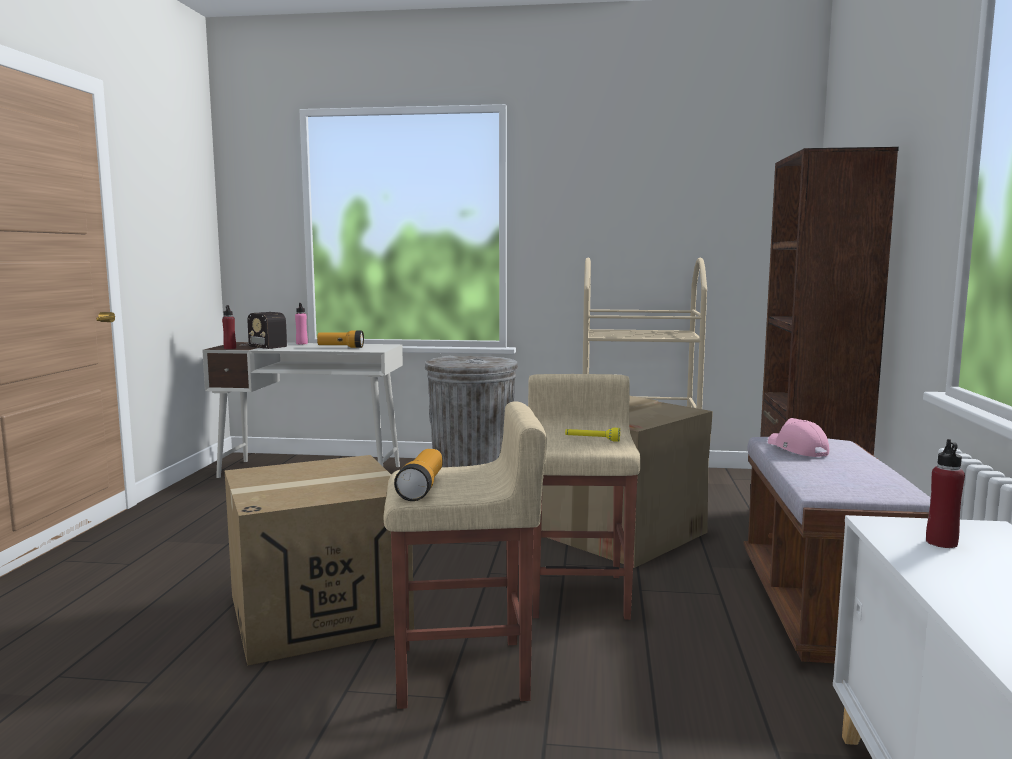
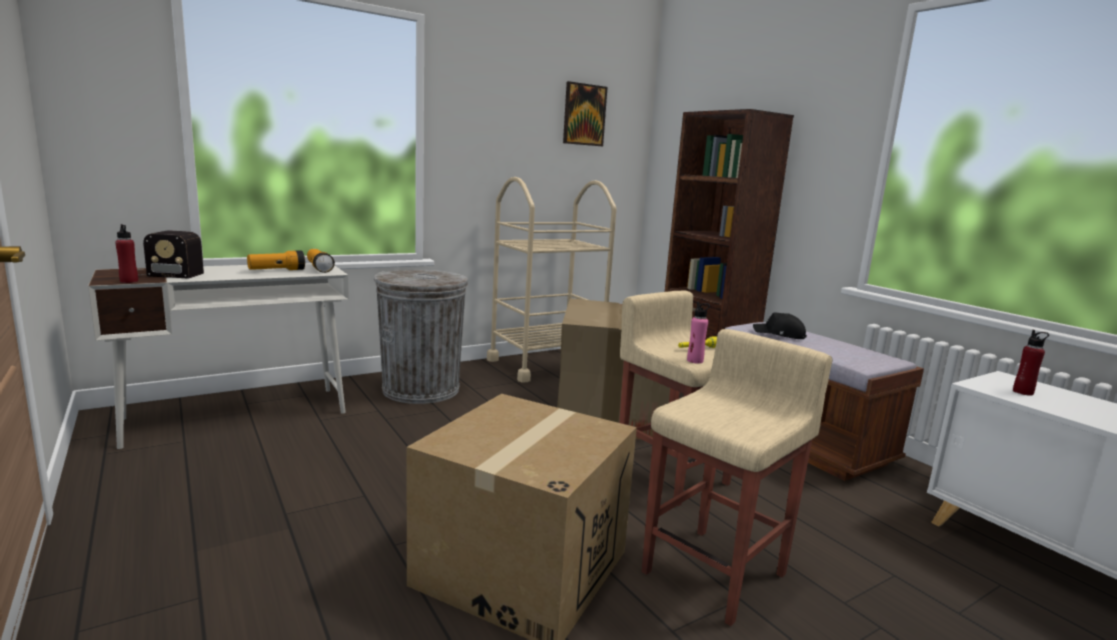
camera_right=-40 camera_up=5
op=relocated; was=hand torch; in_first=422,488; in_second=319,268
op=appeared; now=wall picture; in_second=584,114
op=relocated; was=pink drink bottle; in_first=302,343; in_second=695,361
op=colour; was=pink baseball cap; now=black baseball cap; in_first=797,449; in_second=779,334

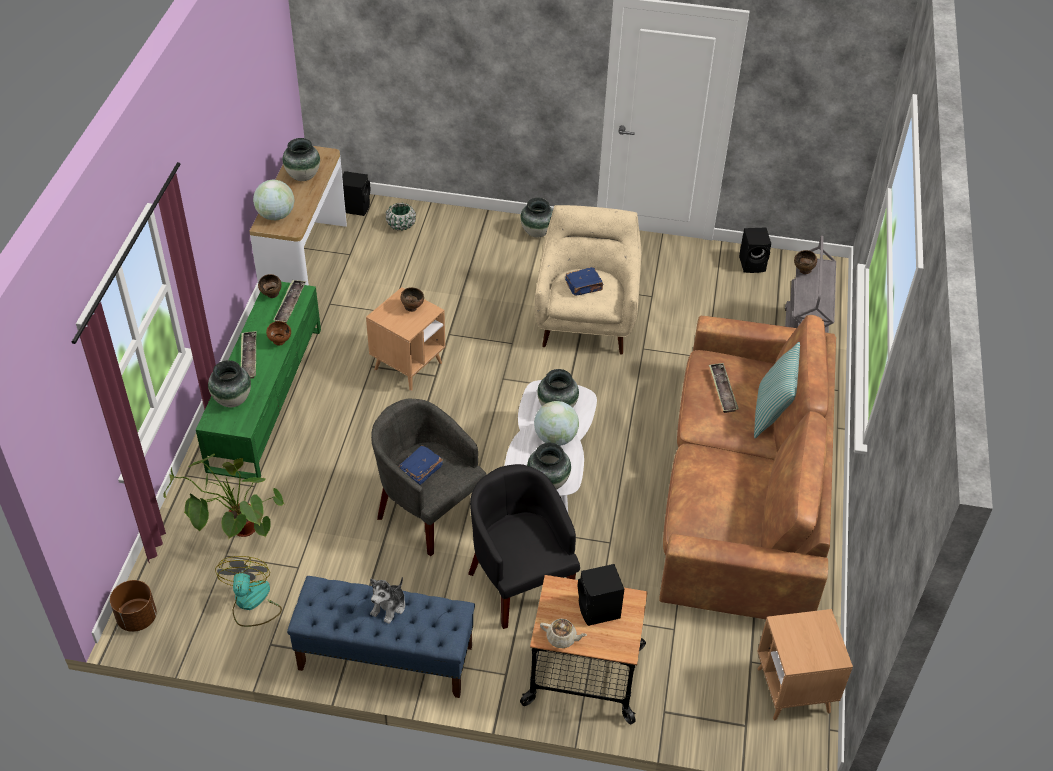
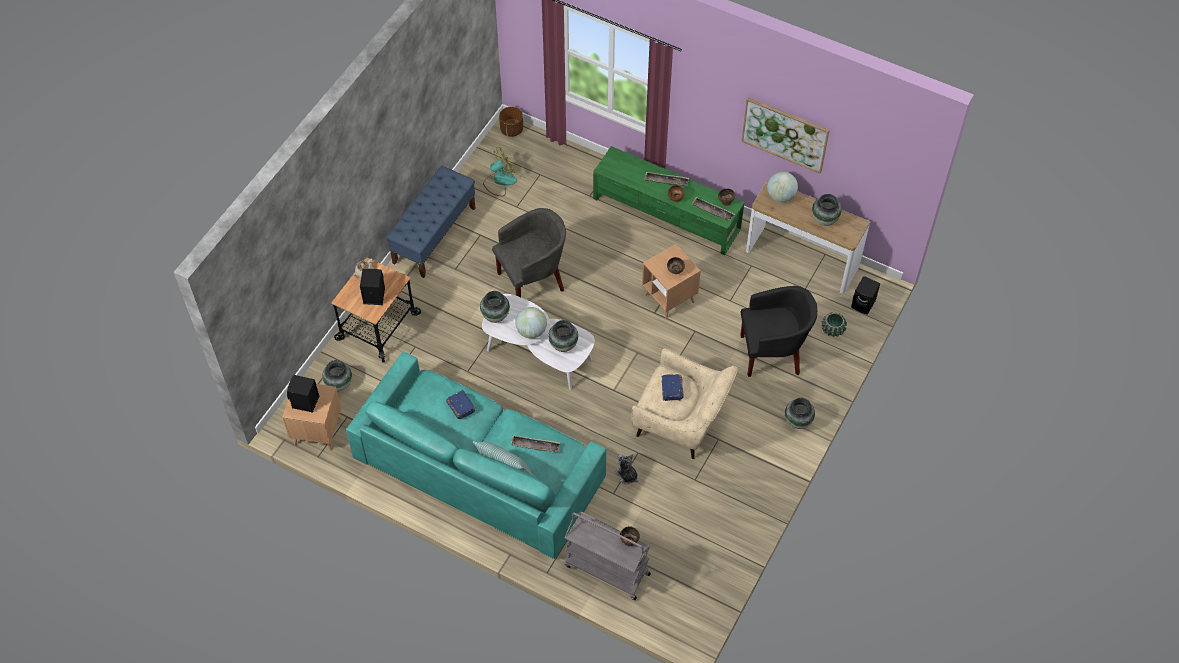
camera_right=110 camera_up=10
op=relocated; was=black speaker; in_first=753,264; in_second=305,403
op=relocated; was=flower vase; in_first=232,400; in_second=339,384
op=colour; was=brown-coloured settee; now=blue-green settee; in_first=743,488; in_second=480,467
op=relocated; was=blue book; in_first=420,471; in_second=461,407
op=spun; was=electric fan; in_first=251,603; in_second=499,181; clockwise=-45
op=relocated; was=cuddly toy; in_first=389,607; in_second=626,475
op=relocated; was=black armchair; in_first=519,582; in_second=772,353
op=appeared; now=wall picture; in_second=785,134
op=missing; was=houseplant; in_first=232,533

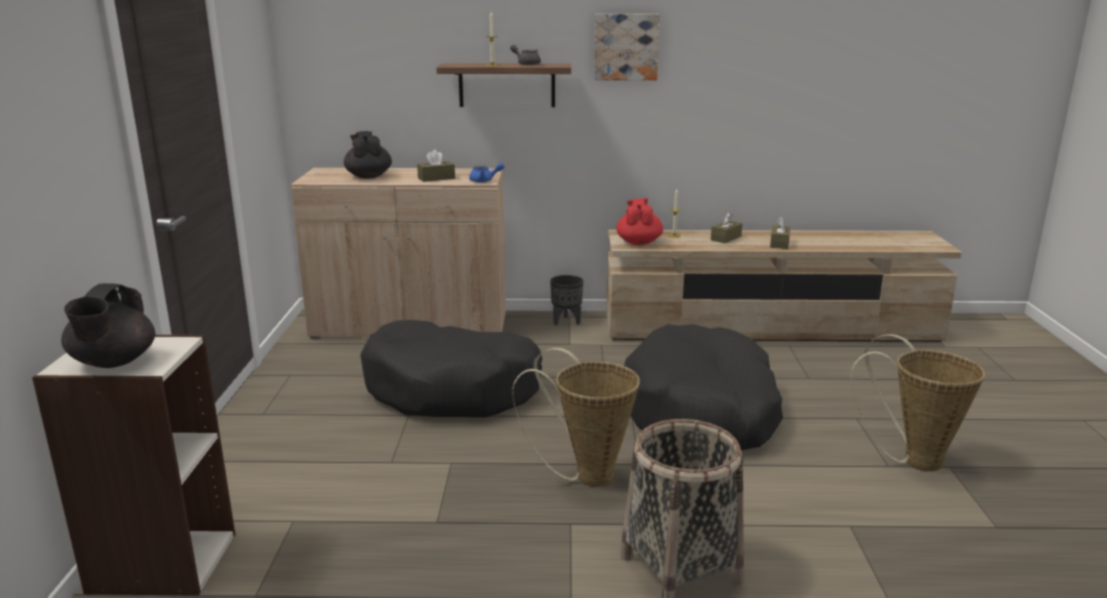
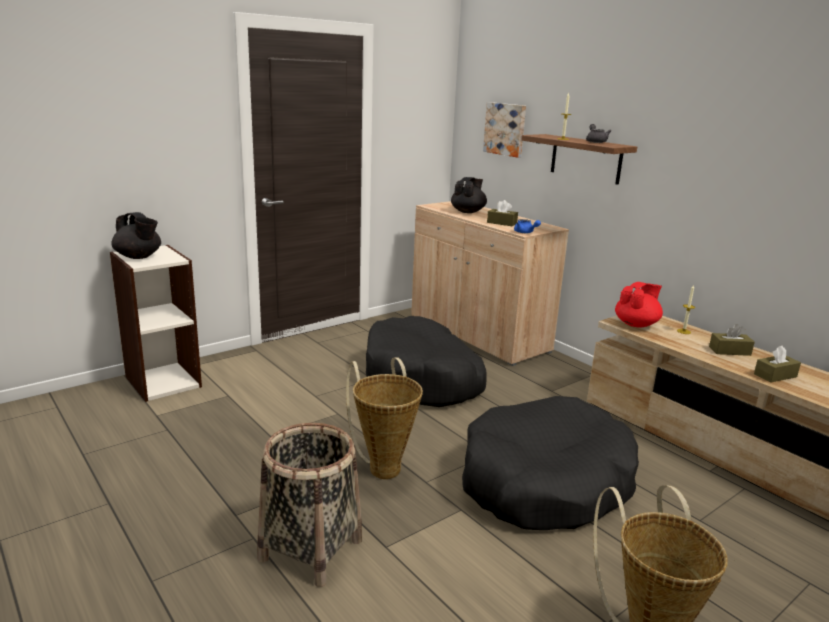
camera_right=50 camera_up=0
op=spun; was=black tea pot; in_first=113,362; in_second=138,257; clockwise=-105
op=relocated; was=wall picture; in_first=626,47; in_second=505,129
op=missing; was=black planter; in_first=566,321

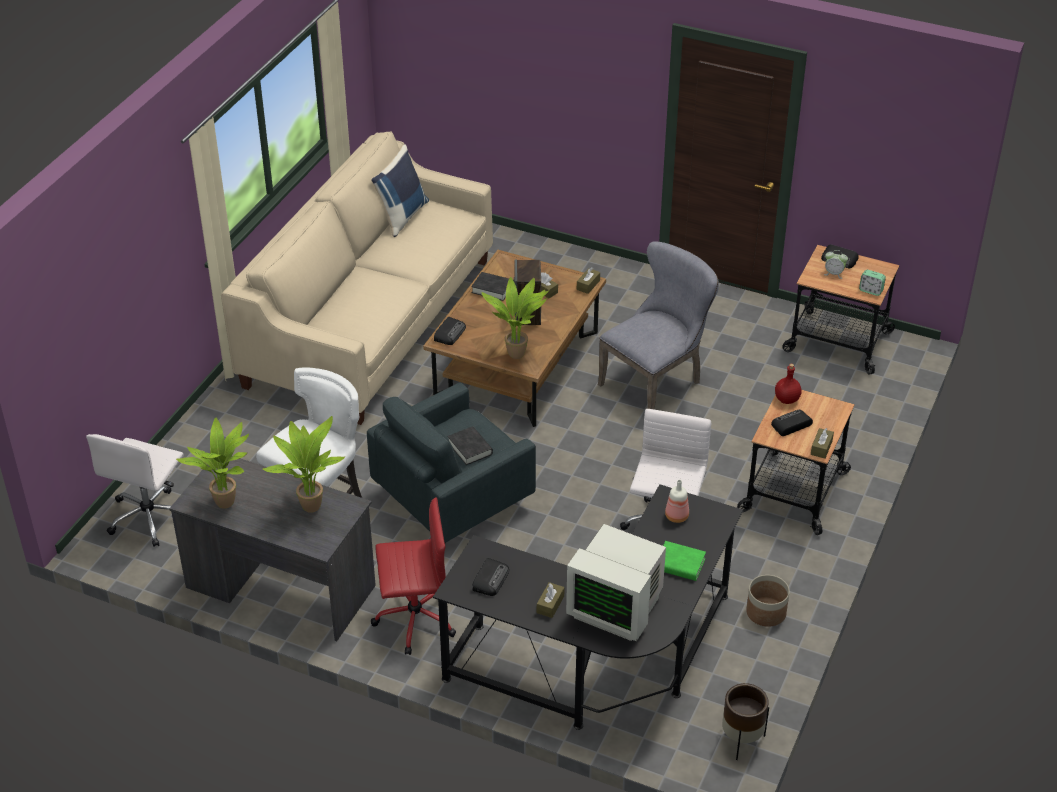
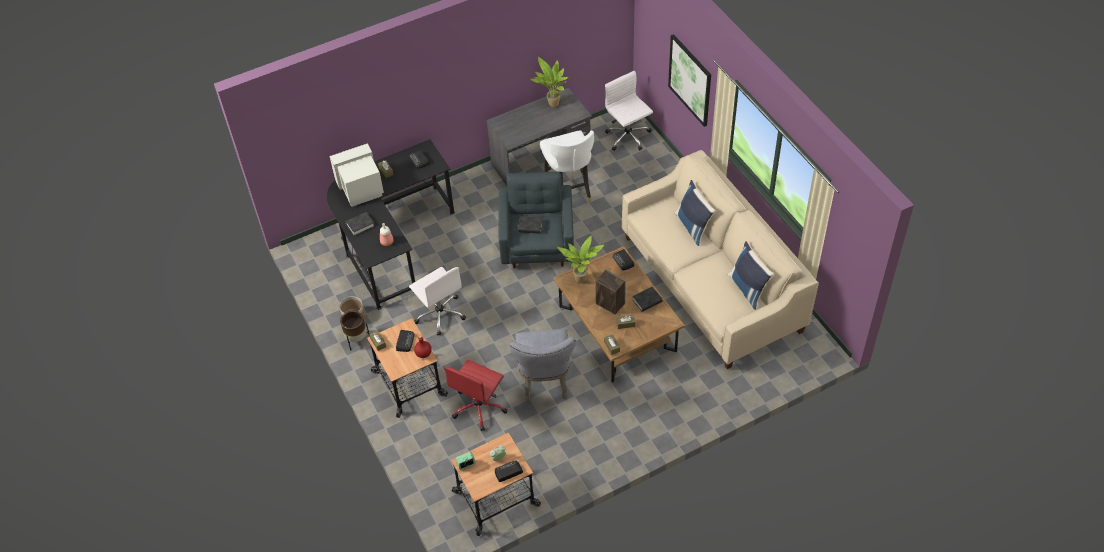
camera_right=130 camera_up=10
op=relocated; was=brown-coloured planter; in_first=742,740; in_second=357,340
op=colour; was=green-coloured book; now=black book; in_first=680,564; in_second=360,225
op=relocated; was=reddish desk chair; in_first=413,619; in_second=479,407
op=appeared; now=wall picture; in_second=690,80
op=appeared; now=blue pillow; in_second=693,227
op=missing; was=houseplant; in_first=310,505

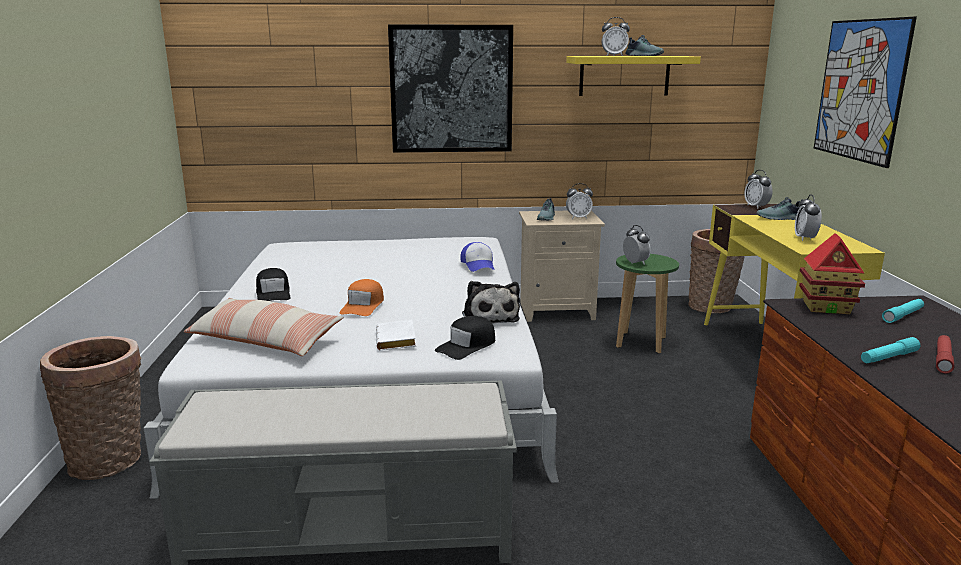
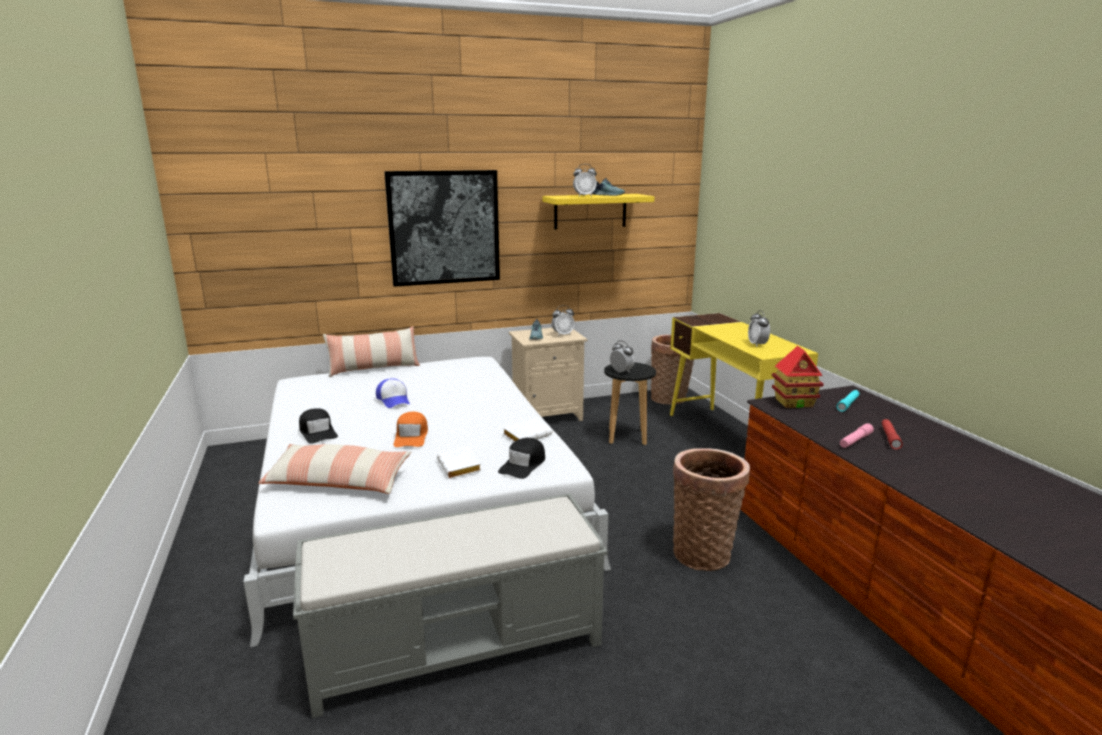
camera_right=-15 camera_up=0
op=appeared; now=pillow; in_second=374,368
op=relocated; was=baseball cap; in_first=478,265; in_second=394,400
op=exchanged; was=cuddly toy; now=white-coloured book; in_first=489,317; in_second=527,435
op=colour; was=green-coloured stool; now=black stool; in_first=640,342; in_second=627,437
op=relocated; was=basket; in_first=110,459; in_second=703,552
op=colour; was=blue-green hand torch; now=pink hand torch; in_first=888,357; in_second=855,440
op=missing; was=alarm clock; in_first=756,207
op=missing; was=low shoe; in_first=780,218
op=missing; was=wall picture; in_first=860,90

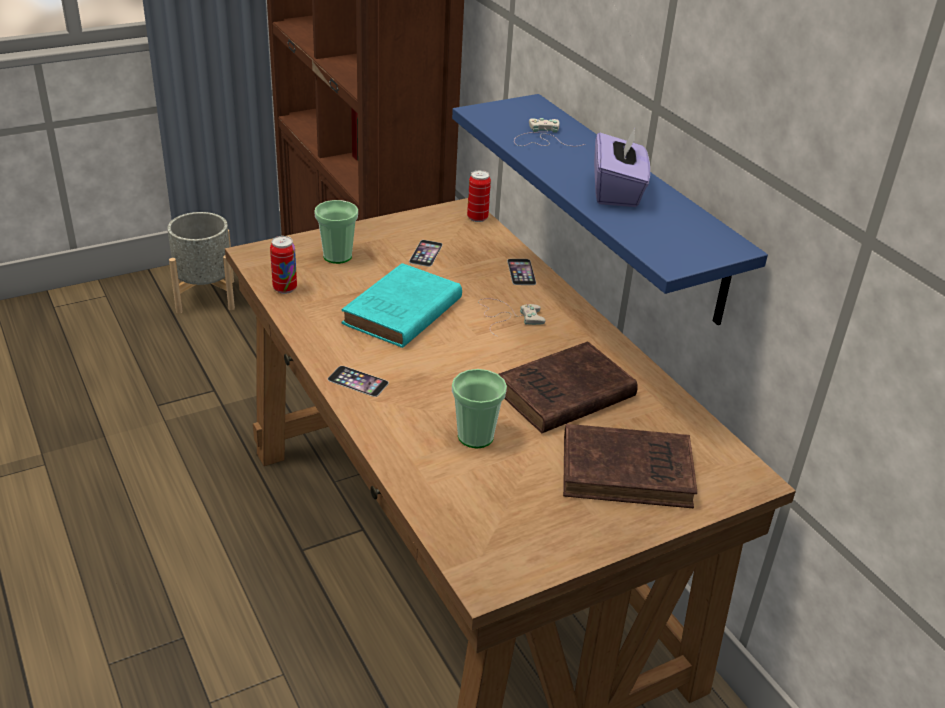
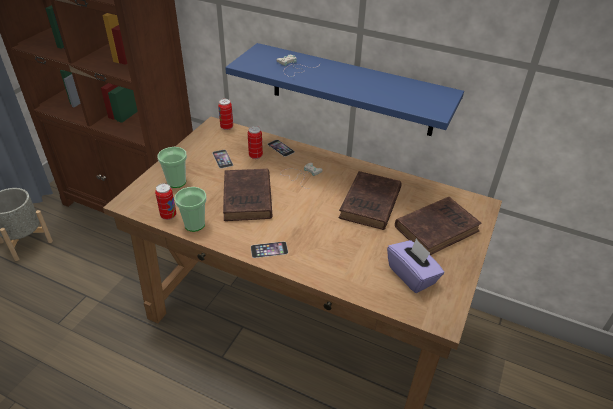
camera_right=-35 camera_up=5
op=relocated; was=drinking cup; in_first=475,436; in_second=194,224
op=colour; was=blue-green book; now=brown-coloured book; in_first=400,313; in_second=247,199
op=appeared; now=sealed can; in_second=255,156
op=relocated; was=purple tissue holder; in_first=617,191; in_second=412,275

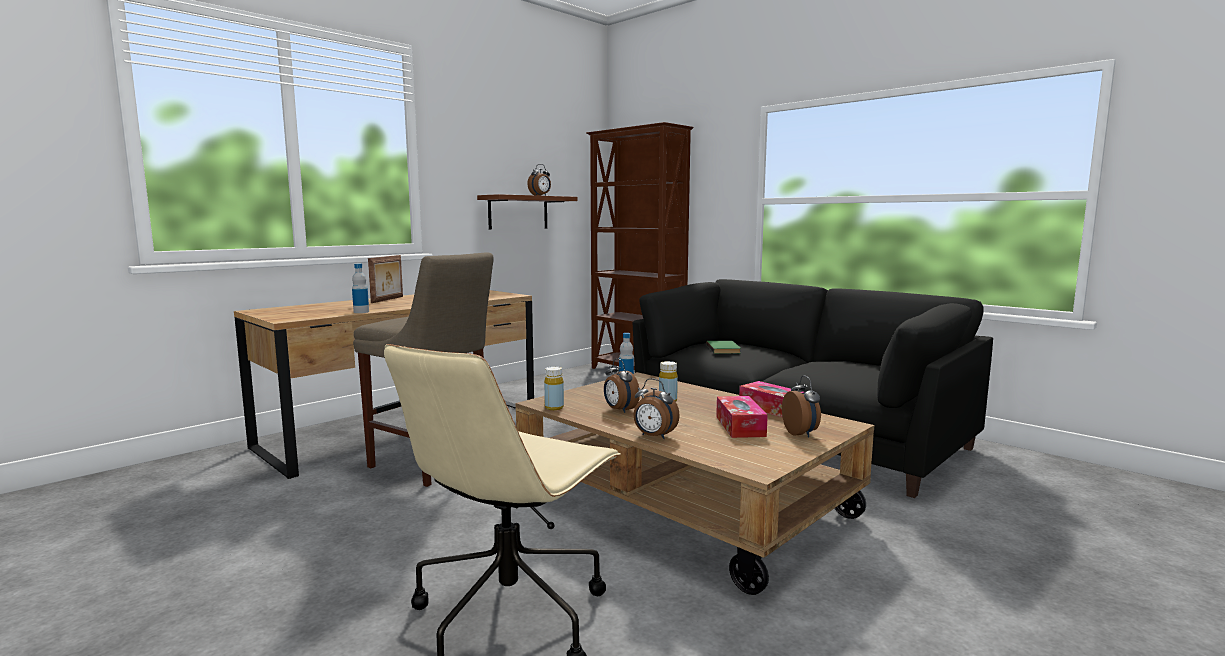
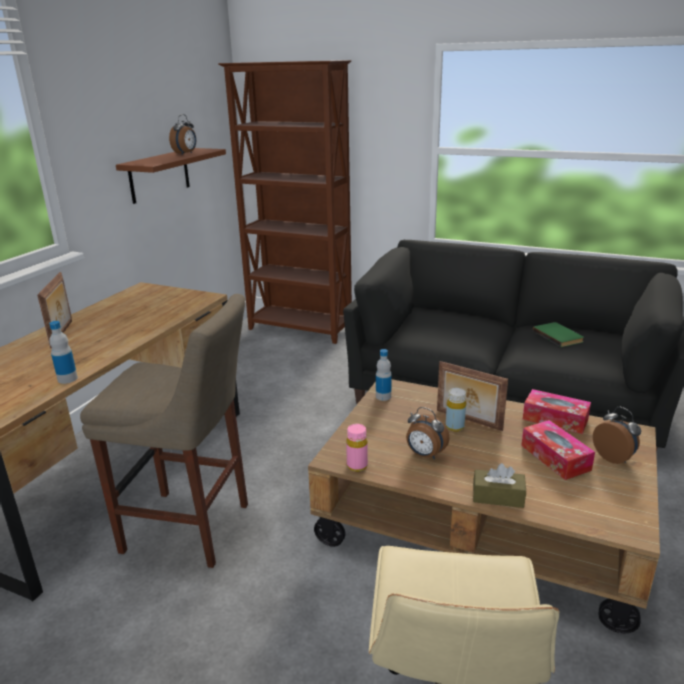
camera_right=-20 camera_up=15
op=colour; was=yellow drink bottle; now=pink drink bottle; in_first=554,408; in_second=357,466
op=appeared; now=picture frame; in_second=468,420
op=exchanged; was=alarm clock; now=brown-coloured tissue holder; in_first=654,436; in_second=498,497
op=relocated; was=green-coloured book; in_first=724,349; in_second=559,336

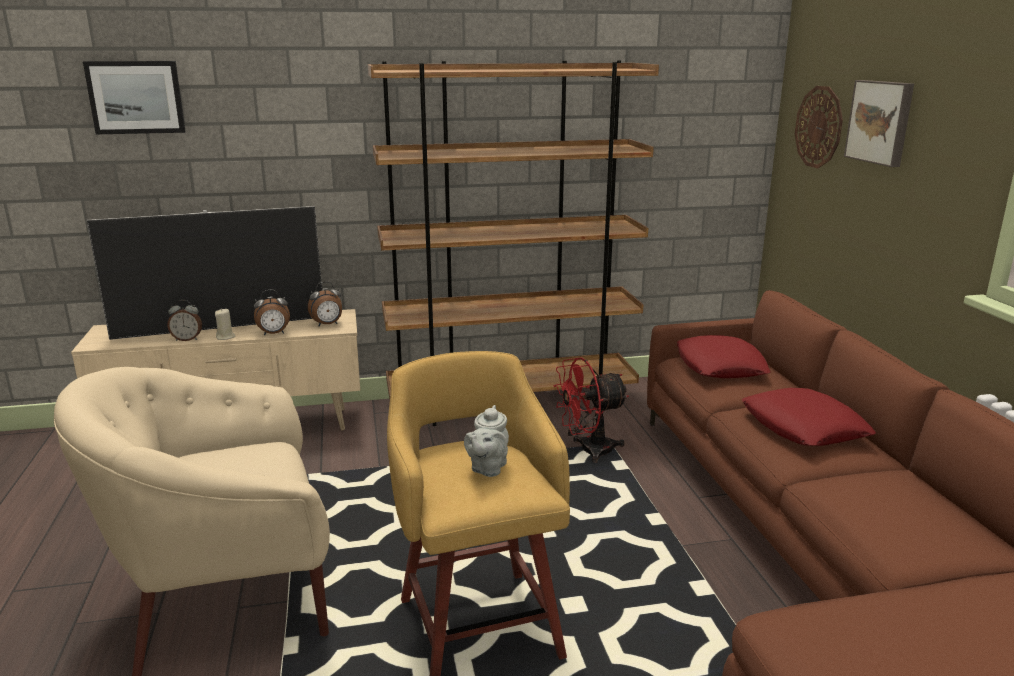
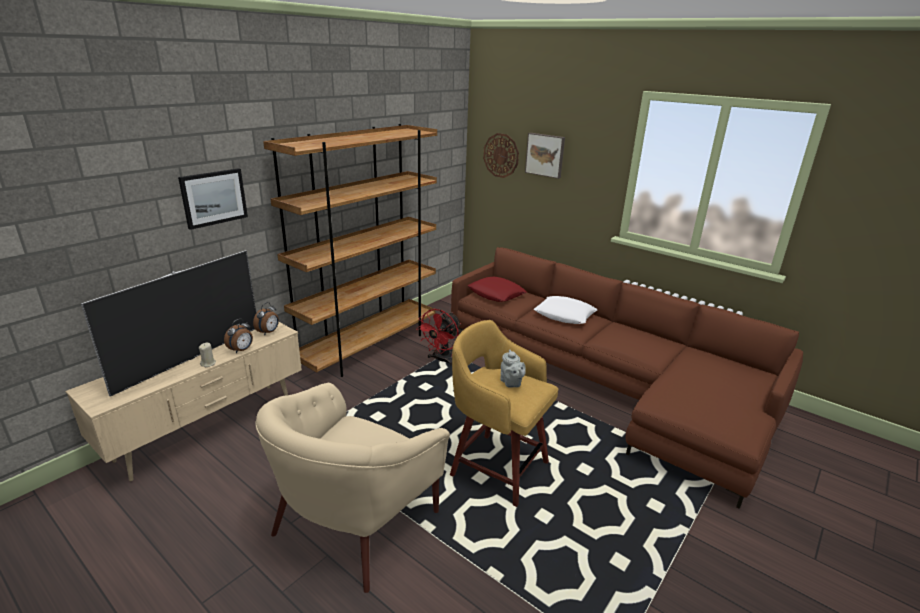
camera_right=-40 camera_up=5
op=relocated; was=wall picture; in_first=136,97; in_second=213,197
op=colour; was=reddish pillow; now=white-coloured pillow; in_first=804,427; in_second=564,315
op=missing; was=alarm clock; in_first=187,339

